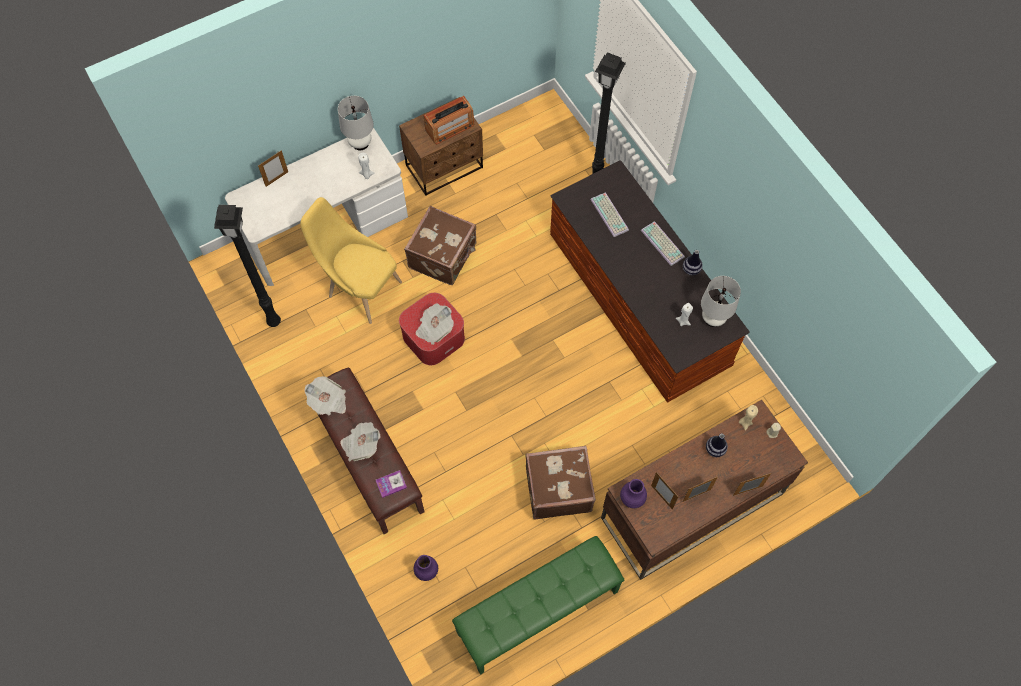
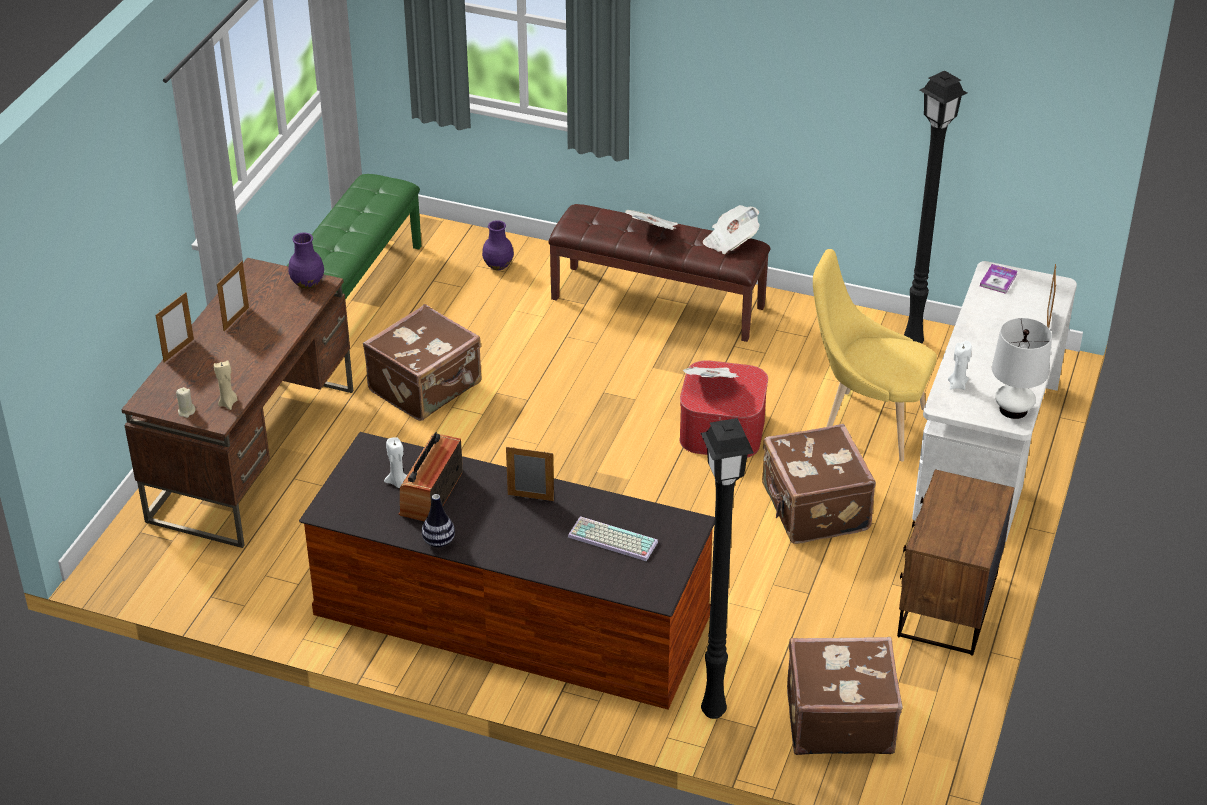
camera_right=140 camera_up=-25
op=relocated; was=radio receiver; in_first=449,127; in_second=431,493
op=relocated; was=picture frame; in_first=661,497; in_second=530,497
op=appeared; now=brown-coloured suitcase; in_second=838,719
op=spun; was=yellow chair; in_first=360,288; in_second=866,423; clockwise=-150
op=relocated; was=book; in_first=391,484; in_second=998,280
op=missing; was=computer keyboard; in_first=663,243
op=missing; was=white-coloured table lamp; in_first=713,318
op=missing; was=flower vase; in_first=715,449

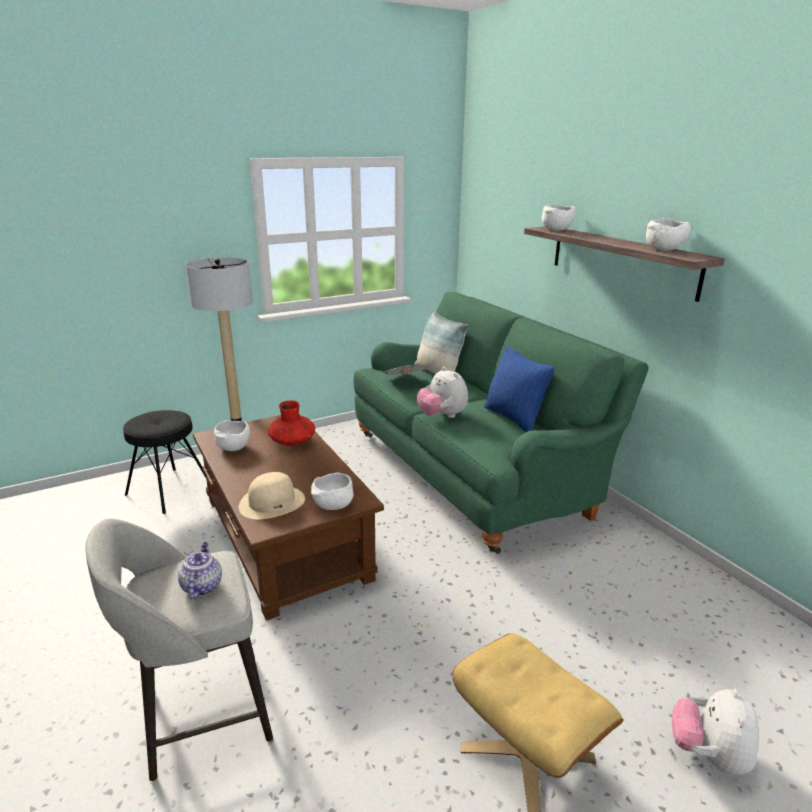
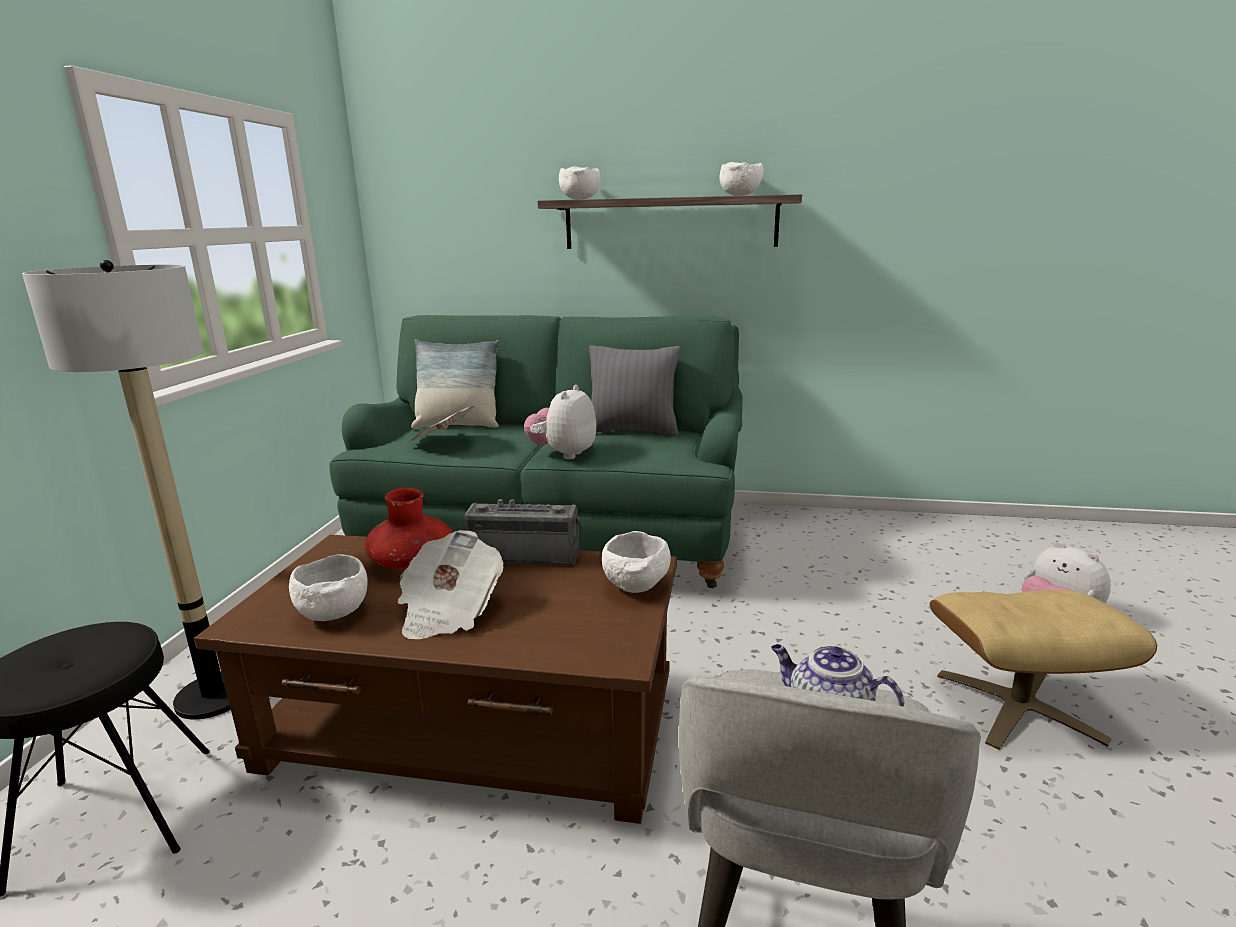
camera_right=-50 camera_up=-5
op=appeared; now=daily paper; in_second=449,611
op=appeared; now=radio receiver; in_second=525,555
op=spun; was=cuddly toy; in_first=442,416; in_second=563,454; clockwise=105
op=colour; was=blue pillow; now=gray pillow; in_first=514,418; in_second=633,431
op=missing; was=beige wearable hat; in_first=272,502

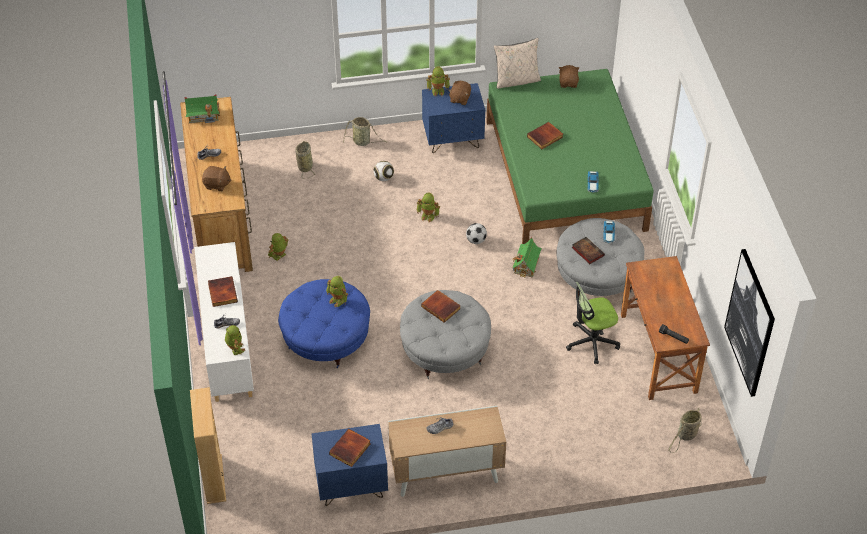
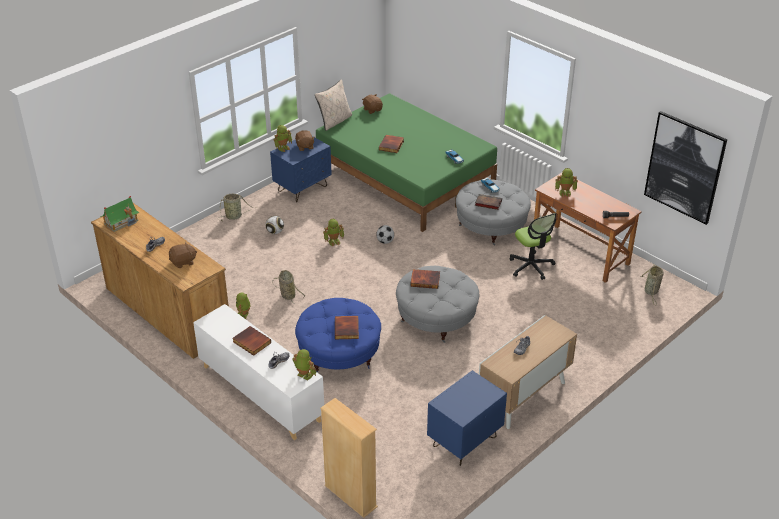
camera_right=-35 camera_up=-10
op=relocated; was=basket; in_first=305,166; in_second=287,295
op=relocated; was=book; in_first=350,449; in_second=347,329
op=spun; was=desk chair; in_first=592,342; in_second=531,266; clockwise=-60
op=relocated; was=toy robot; in_first=338,300; in_second=565,192
op=missing; was=model house; in_first=526,265

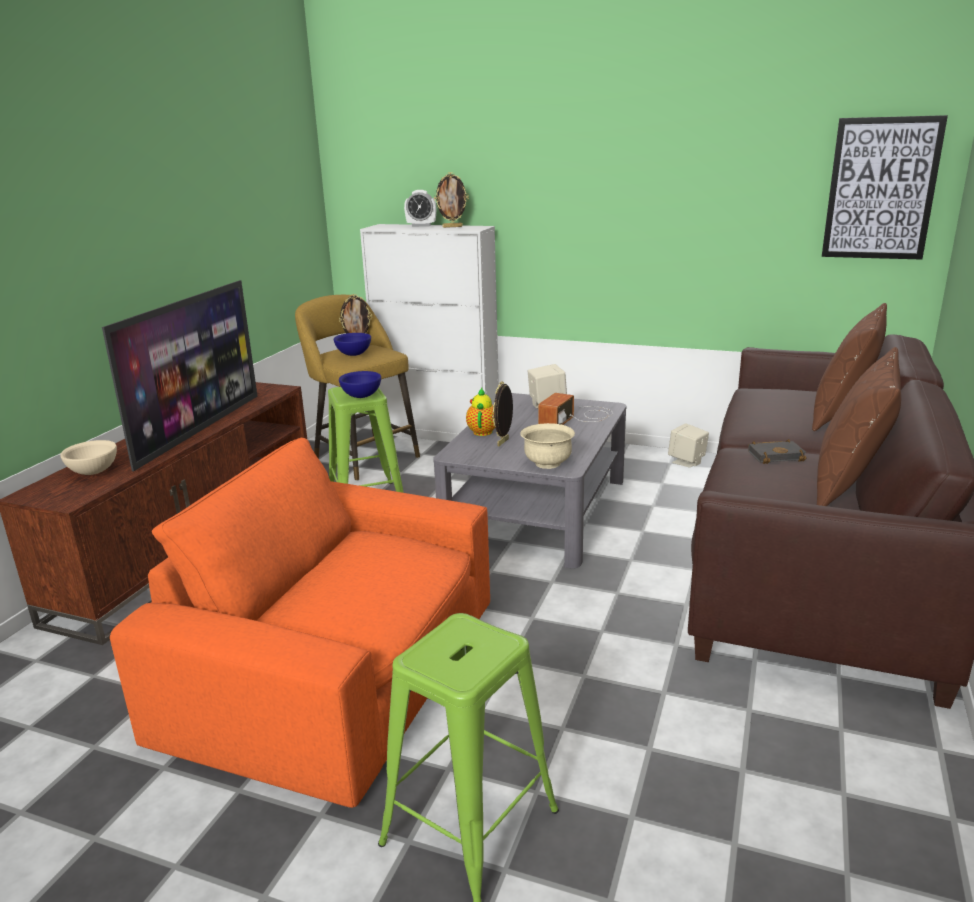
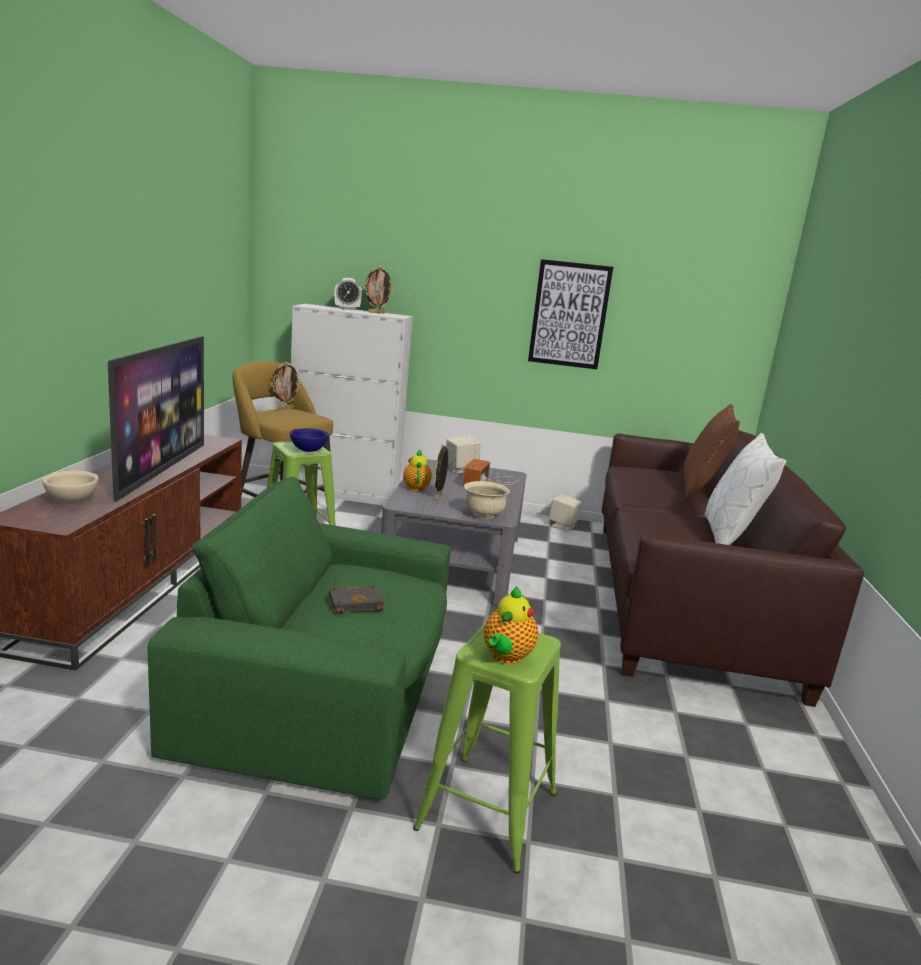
camera_right=-15 camera_up=-5
op=colour; was=orange-coloured armchair; now=green-coloured armchair; in_first=339,670; in_second=324,688
op=relocated; was=black book; in_first=776,455; in_second=357,603
op=appeared; now=tea pot; in_second=506,657
op=relocated; was=wall picture; in_first=881,189; in_second=569,315
op=colour; was=brown-coloured pillow; now=white-coloured pillow; in_first=849,485; in_second=730,537
op=missing; was=blue bowl; in_first=354,354

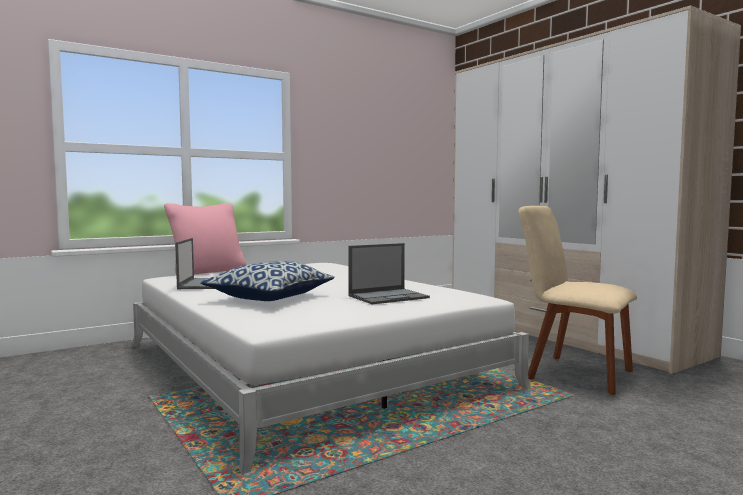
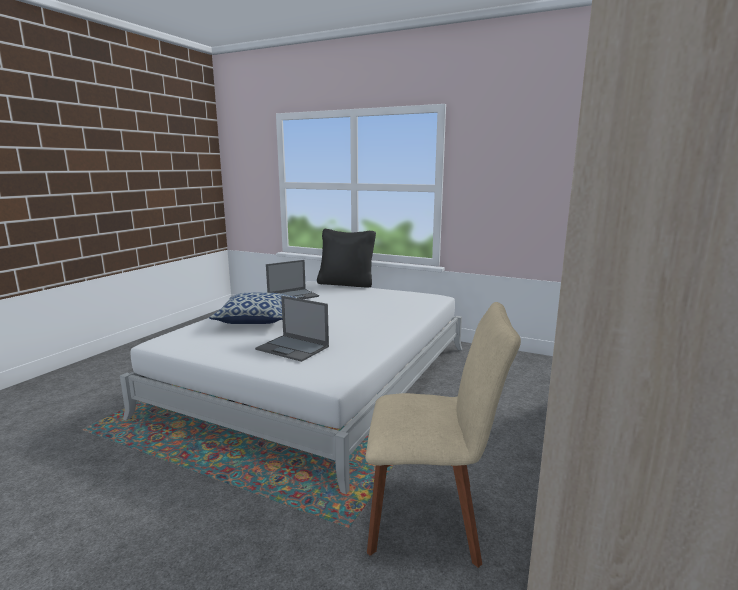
camera_right=60 camera_up=10
op=colour; was=pink pillow; now=black pillow; in_first=207,271; in_second=346,284
op=spun; was=beige chair; in_first=574,373; in_second=431,518; clockwise=90

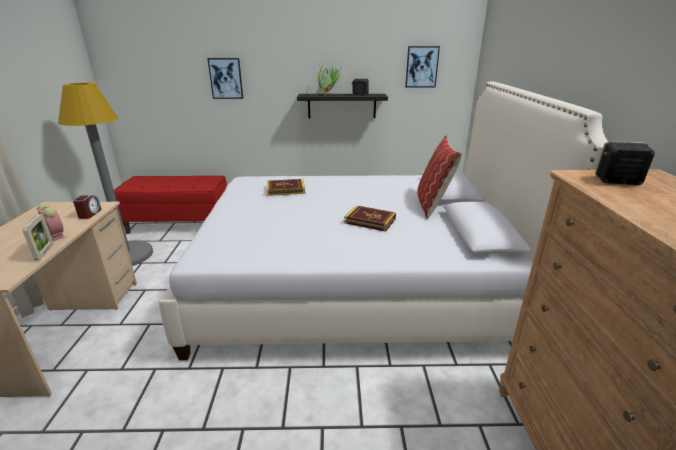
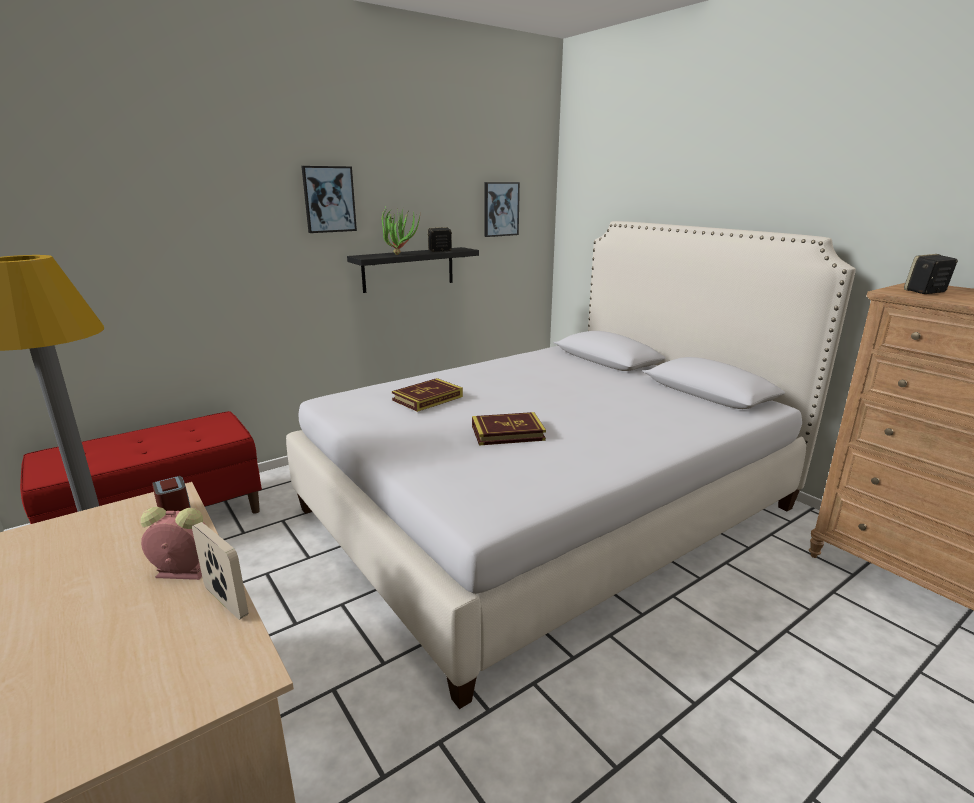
camera_right=-35 camera_up=-5
op=relocated; was=wall picture; in_first=226,78; in_second=329,199
op=relocated; was=book; in_first=370,221; in_second=507,433
op=missing; was=pillow; in_first=433,205

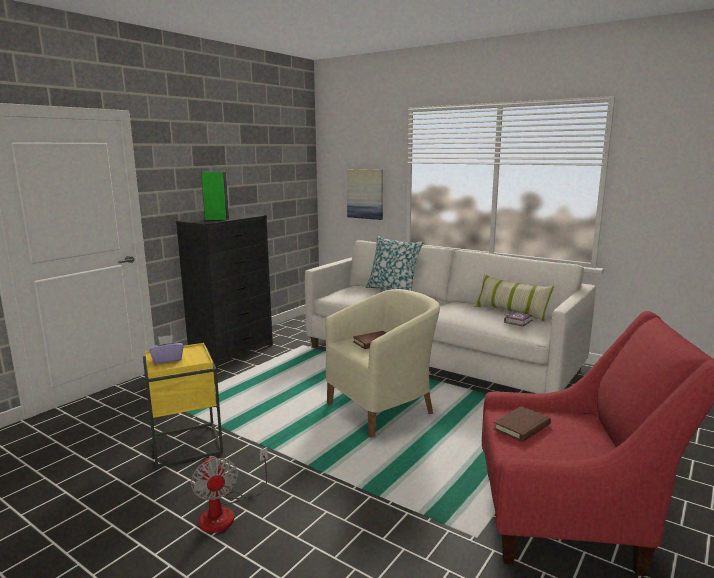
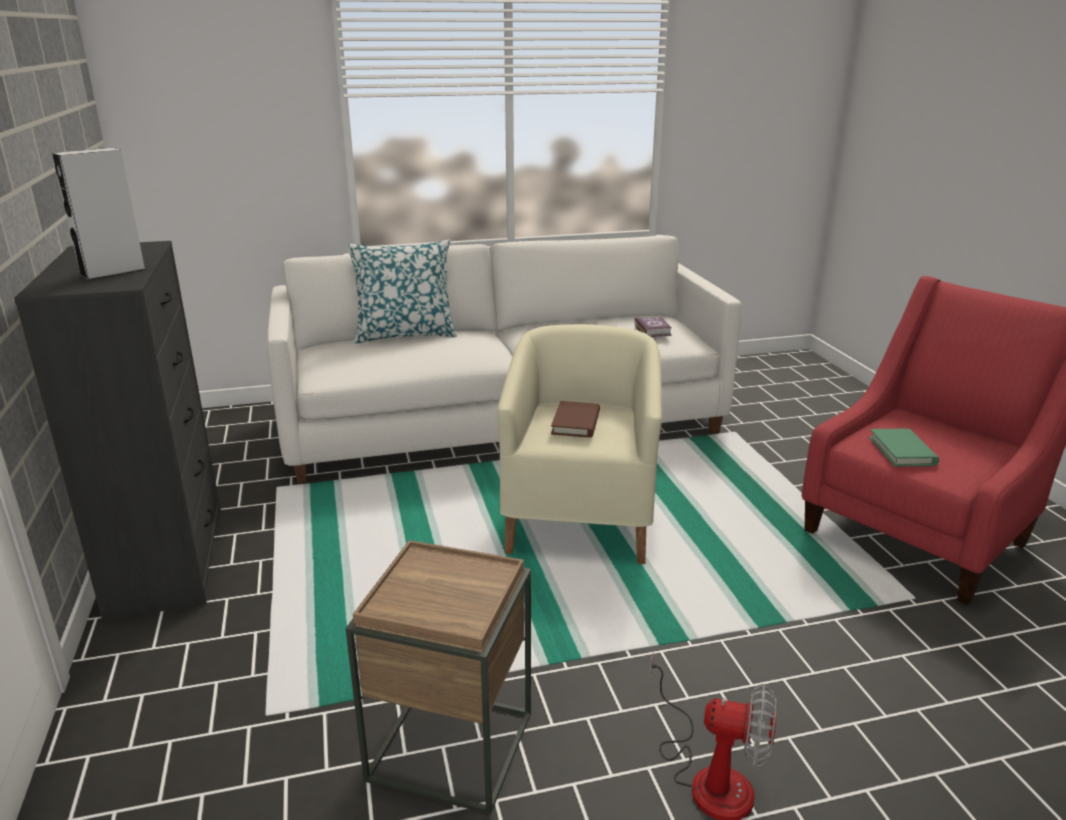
camera_right=-50 camera_up=10
op=colour; was=green-coloured speaker; now=gray speaker; in_first=217,219; in_second=113,272
op=colour; was=yellow side table; now=brown-coloured side table; in_first=186,444; in_second=450,746
op=colour; was=brown-coloured book; now=green-coloured book; in_first=521,427; in_second=902,451
op=missing; was=purple tissue holder; in_first=167,359
op=missing; was=wall picture; in_first=365,194
op=missing; was=pillow; in_first=511,312

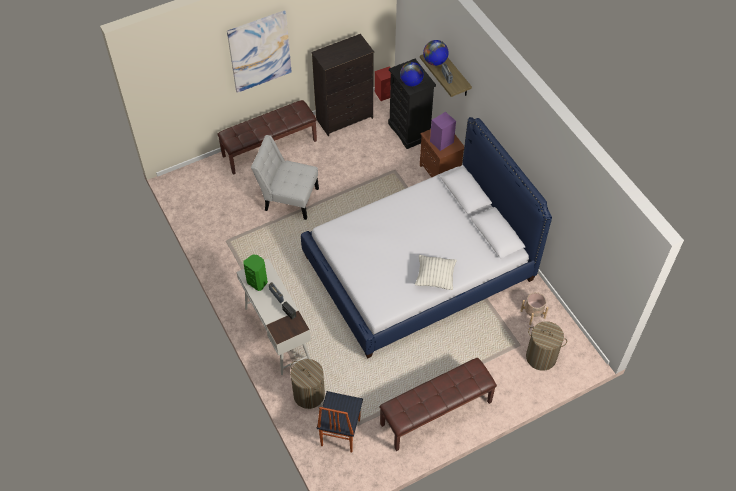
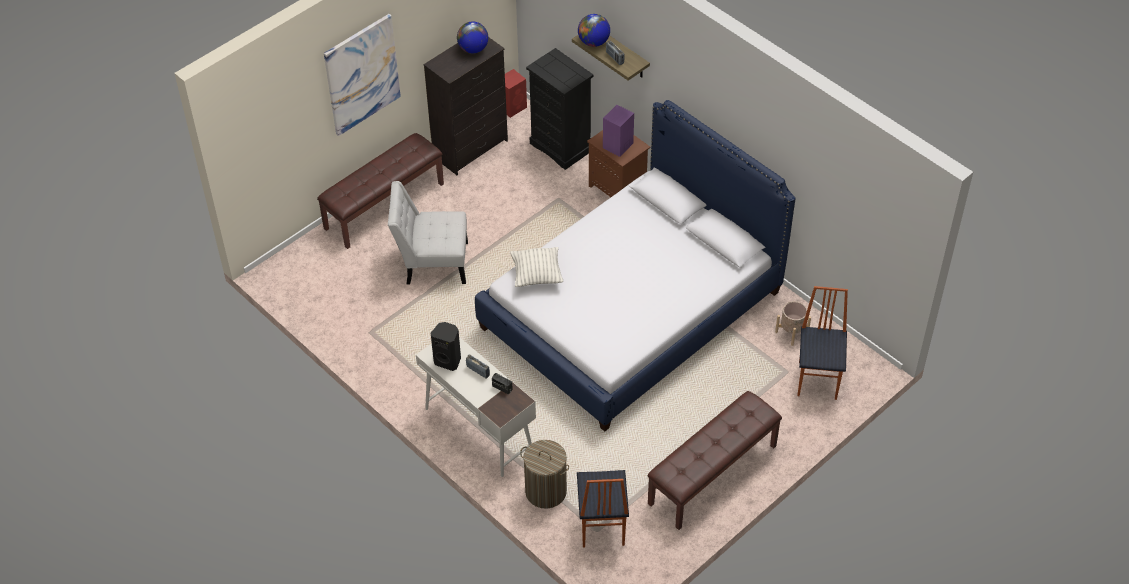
camera_right=-15 camera_up=-5
op=colour; was=green-coloured speaker; now=black speaker; in_first=258,282; in_second=448,360
op=relocated; was=desk globe; in_first=411,82; in_second=473,49
op=relocated; was=pillow; in_first=435,278; in_second=536,275
op=exchanged; was=laundry basket; now=chair; in_first=541,357; in_second=818,380

